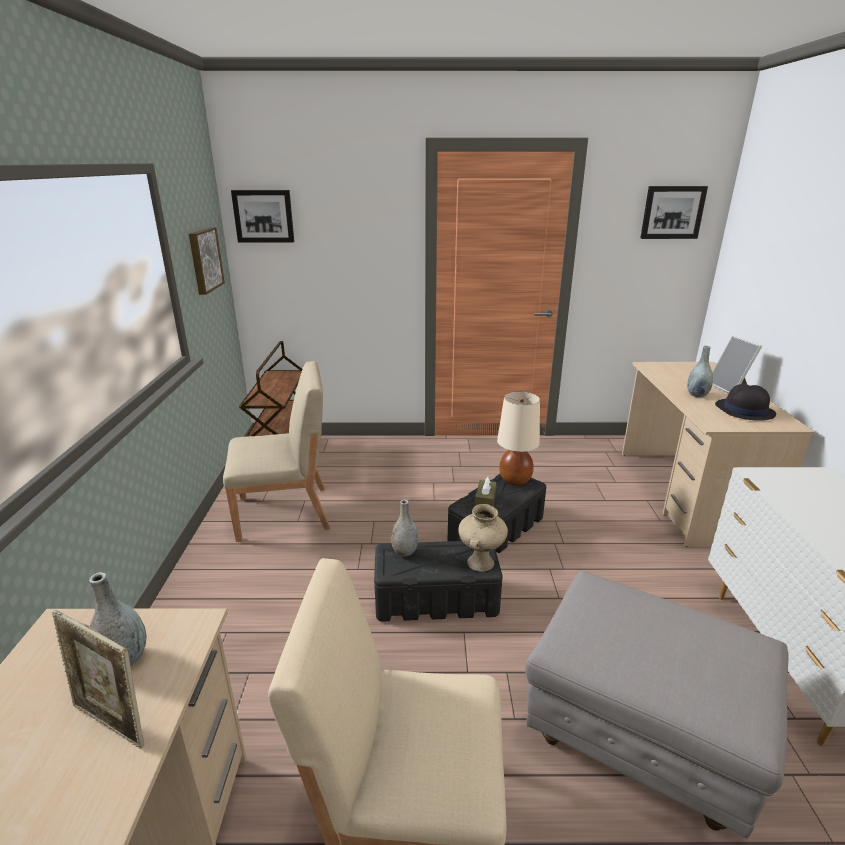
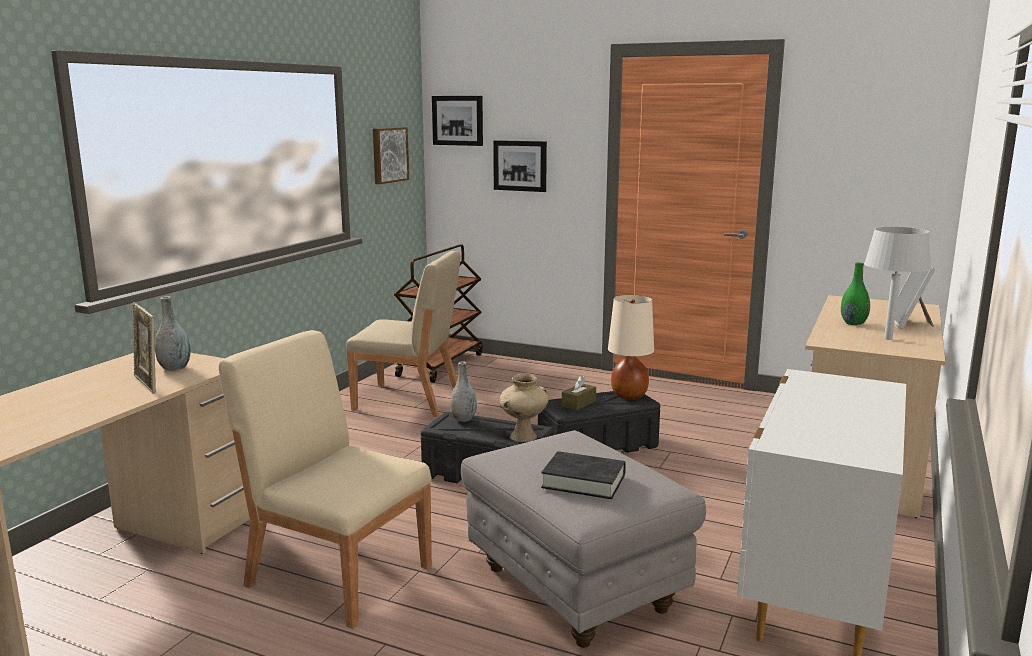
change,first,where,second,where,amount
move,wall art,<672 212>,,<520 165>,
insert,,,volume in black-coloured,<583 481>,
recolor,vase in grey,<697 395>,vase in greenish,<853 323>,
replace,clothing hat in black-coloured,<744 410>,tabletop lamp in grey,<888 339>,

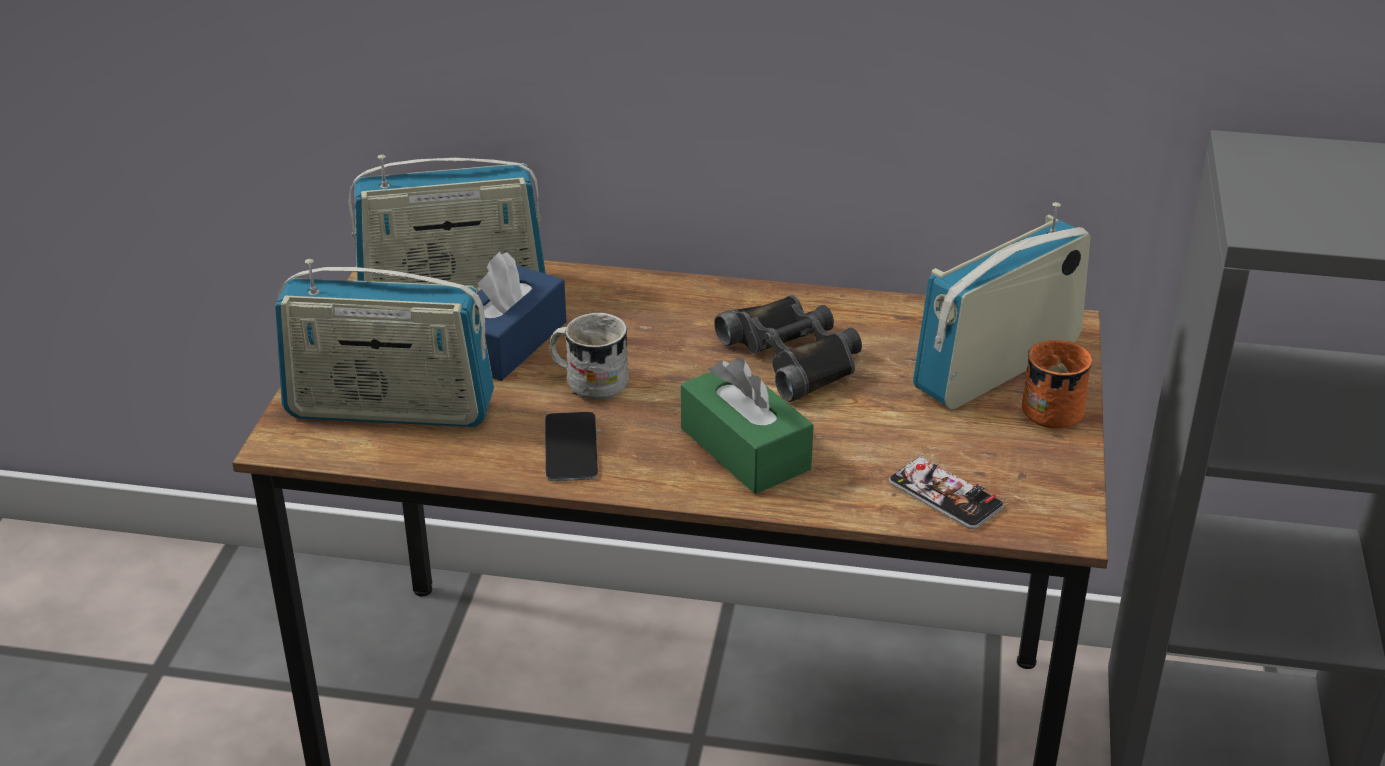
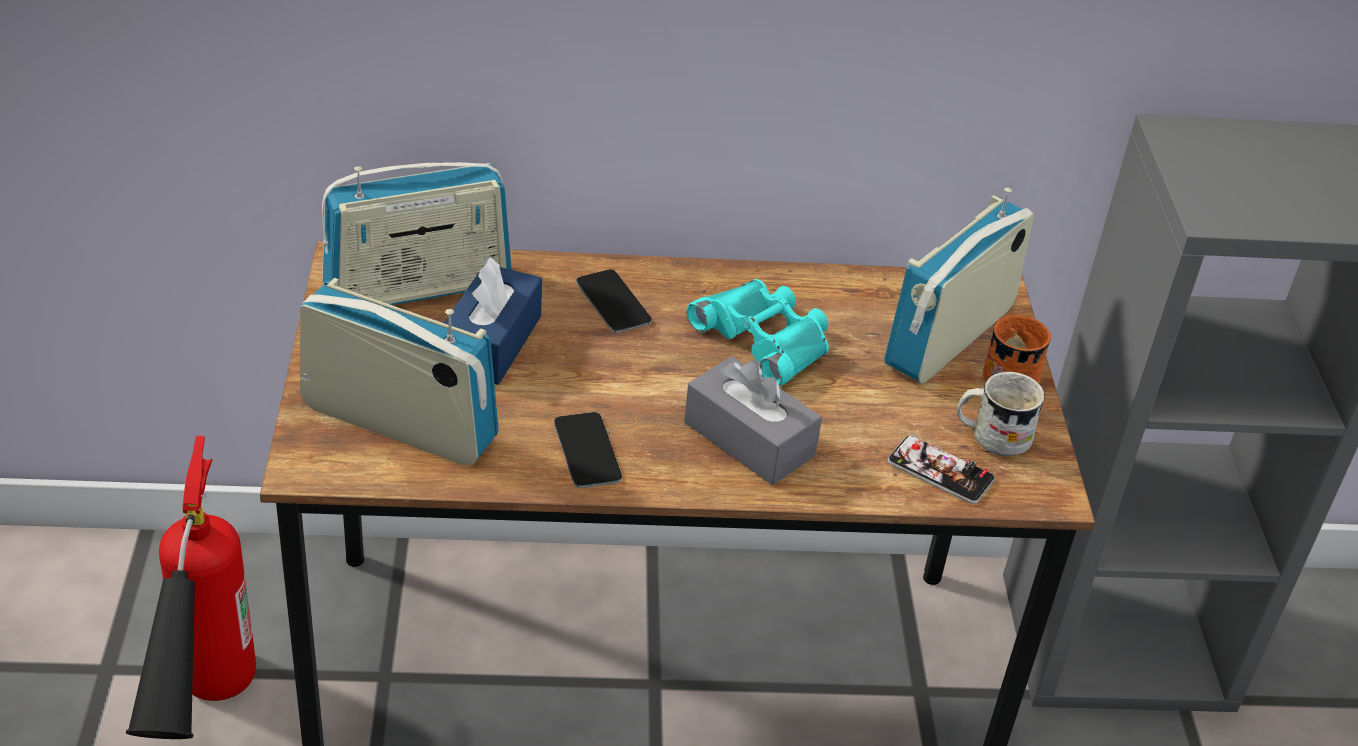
change,first,where,second,where,amount
insert,,,fire extinguisher,<205 729>,
rotate,radio,<390 409>,,<399 423>,150 degrees counterclockwise
insert,,,handset,<613 302>,
recolor,box of tissues in greenish,<745 449>,box of tissues in grey,<749 439>,
recolor,pair of binoculars in black-coloured,<794 356>,pair of binoculars in turquoise-coloured,<765 338>,
move,coffee mug in white,<589 381>,,<991 436>,

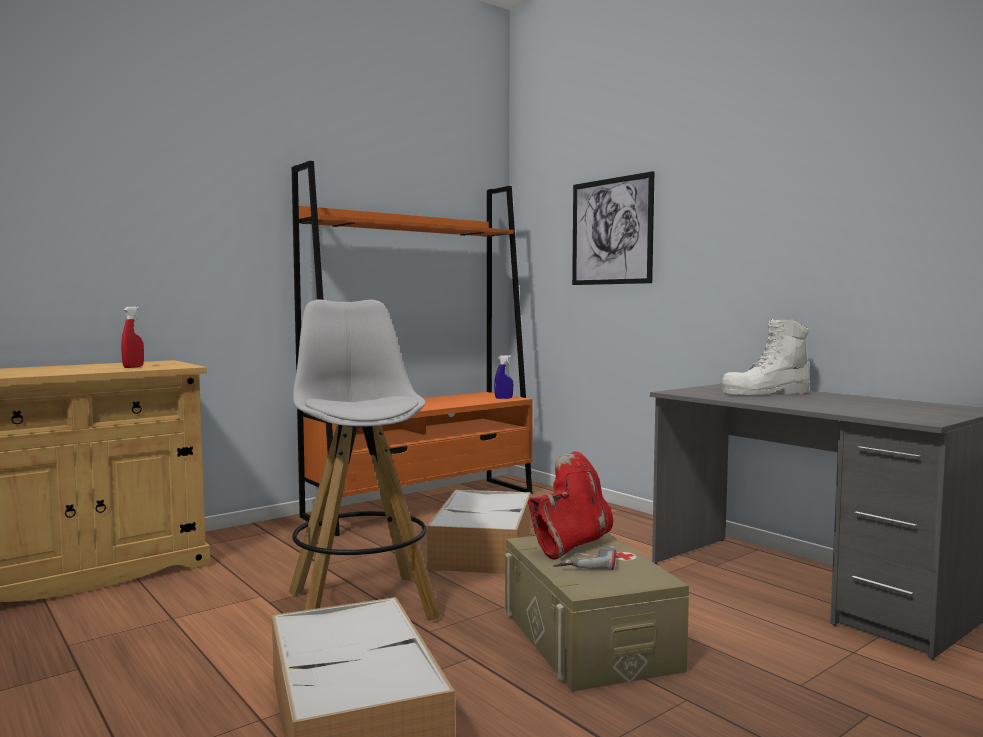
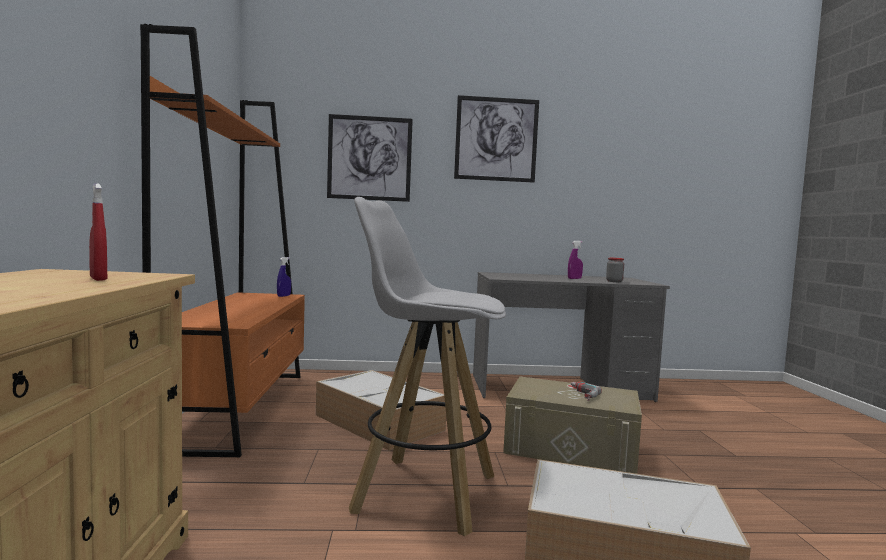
change,first,where,second,where,amount
insert,,,wall art,<496 139>,
insert,,,spray bottle in purple,<574 278>,
insert,,,jar,<614 281>,
delete,high-top boot in red-coloured,<570 544>,,,
delete,high-top boot in white,<766 393>,,,

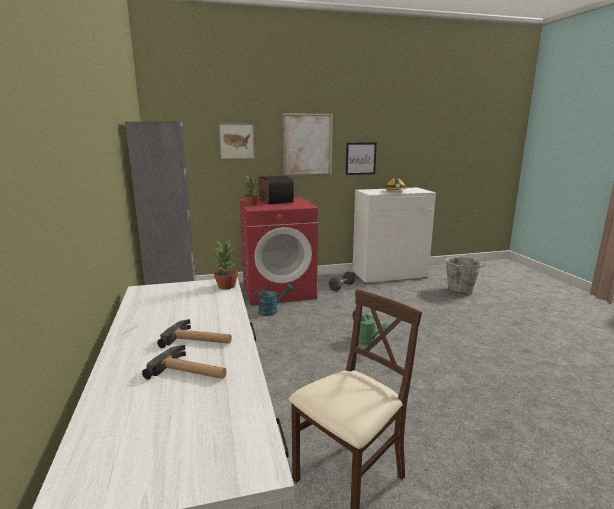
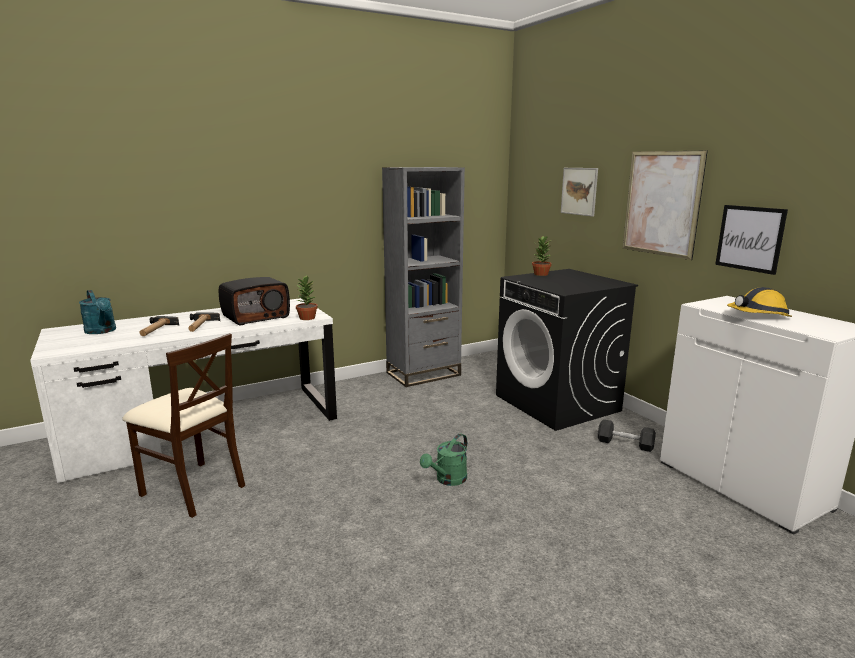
change,first,where,second,where,amount
move,watering can in turquoise-coloured,<271 311>,,<102 331>,
move,radio,<274 201>,,<256 317>,
recolor,laundry machine in red-coloured,<279 290>,laundry machine in black-coloured,<558 403>,
delete,bucket in grey,<460 292>,,,

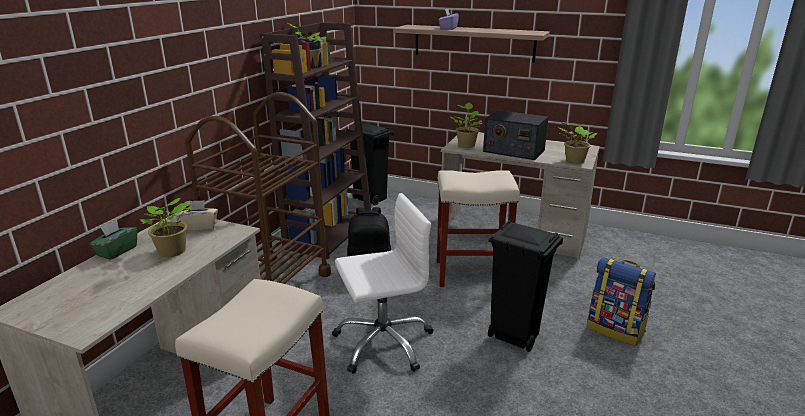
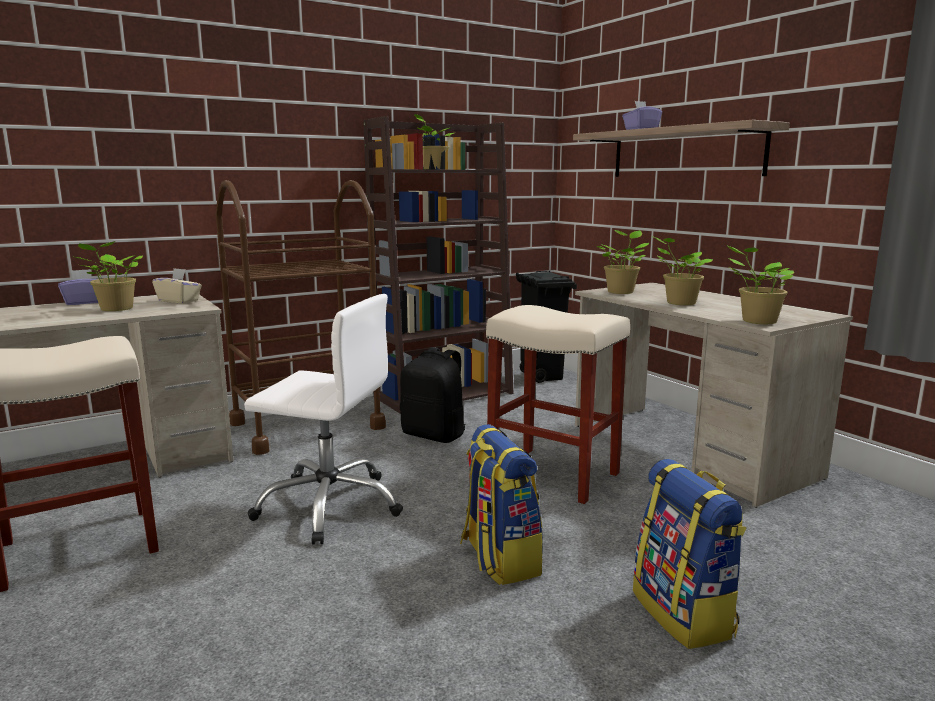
change,first,where,second,where,amount
recolor,box of tissues in greenish,<117 251>,box of tissues in purple,<85 302>,
replace,waste bin in black-coloured,<514 336>,knapsack,<498 559>,
replace,radio,<513 151>,plant in a pot,<678 303>,

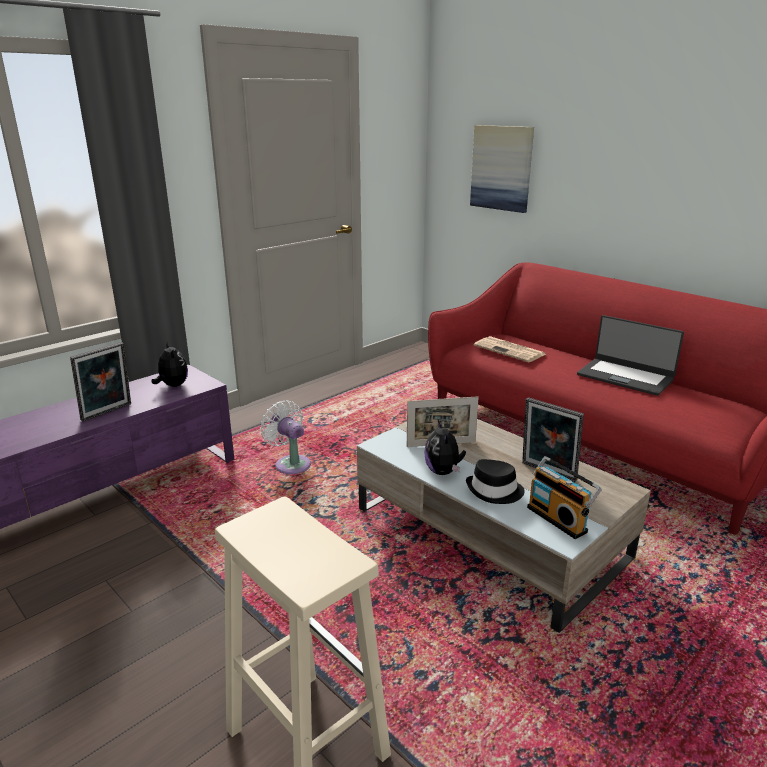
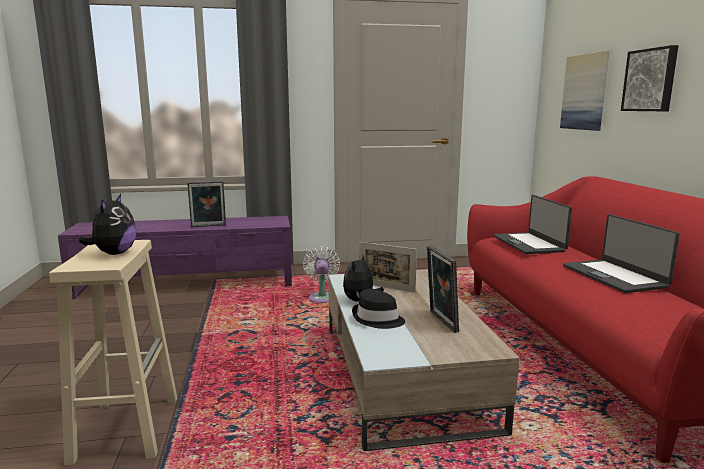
change,first,where,second,where,amount
move,soft toy,<172 385>,,<114 253>,
replace,daily paper,<510 350>,laptop,<529 243>,
insert,,,wall art,<650 80>,
delete,radio,<558 519>,,,

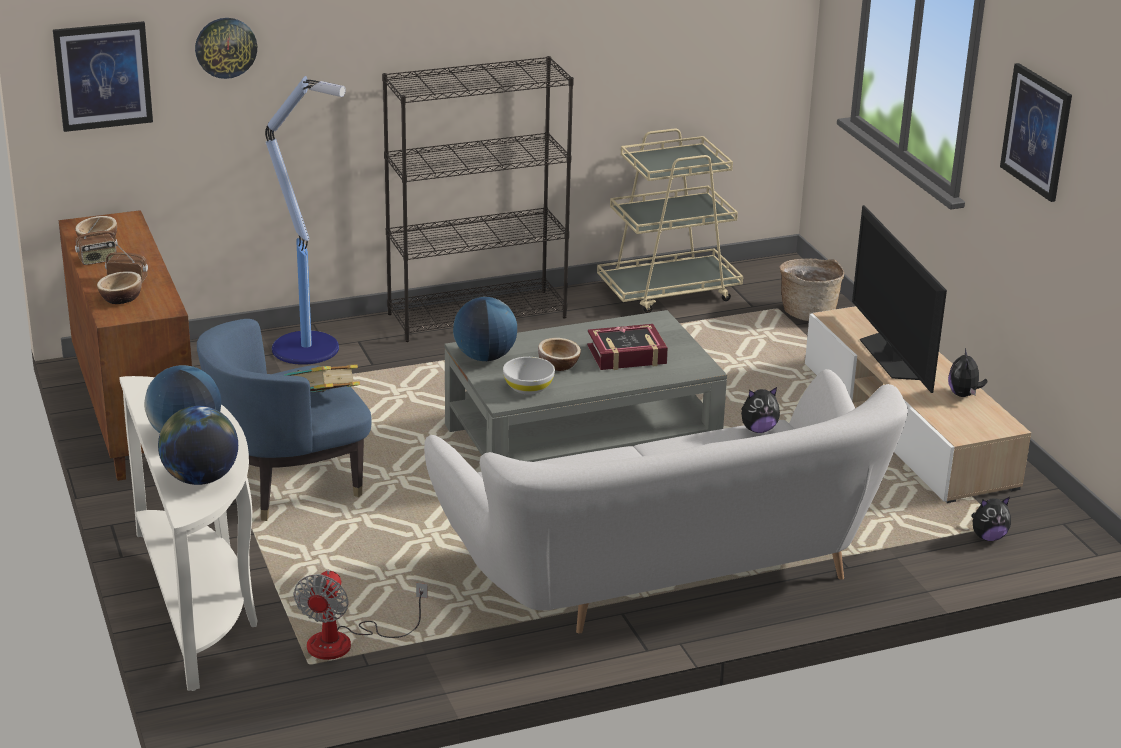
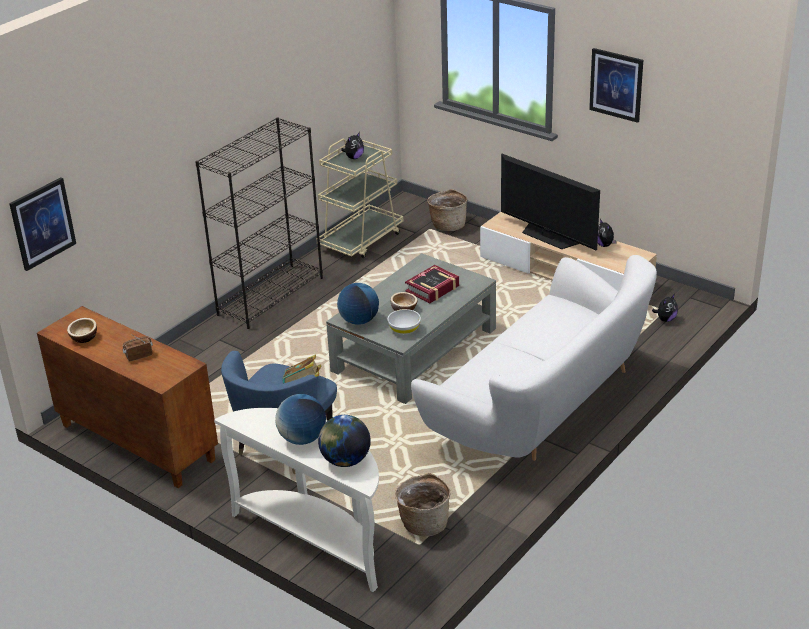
change,first,where,second,where,amount
move,soft toy,<758 429>,,<354 157>,
replace,cooling fan,<345 642>,household basket,<423 523>,
delete,radio,<98 260>,,,
delete,serving bowl,<121 298>,,,
delete,wall clock,<225 47>,,,
delete,floor lamp,<308 349>,,,

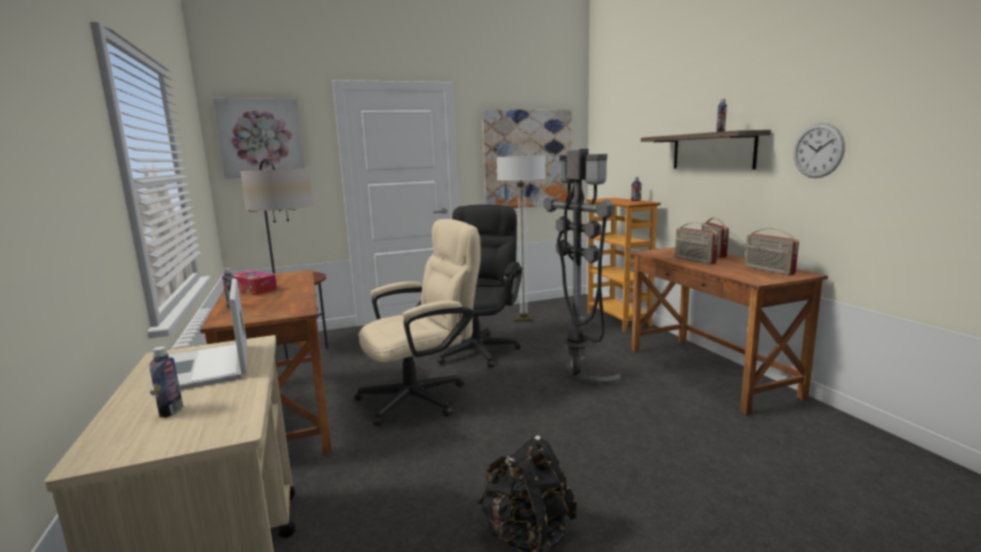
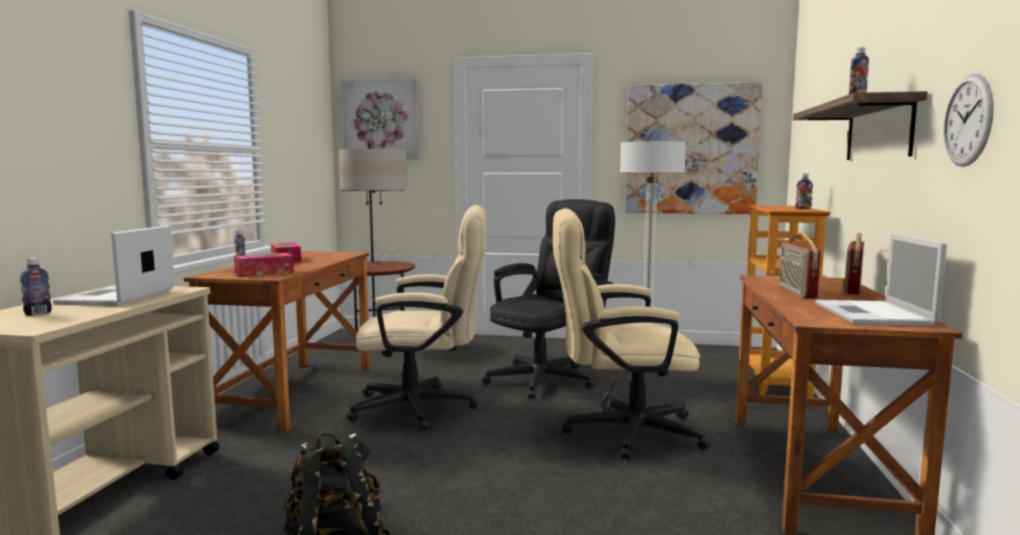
change,first,where,second,where,amount
insert,,,box of tissues,<264 273>,
replace,floor lamp in grey,<580 376>,desk chair in beige-coloured,<620 432>,
replace,radio,<768 270>,laptop,<874 315>,

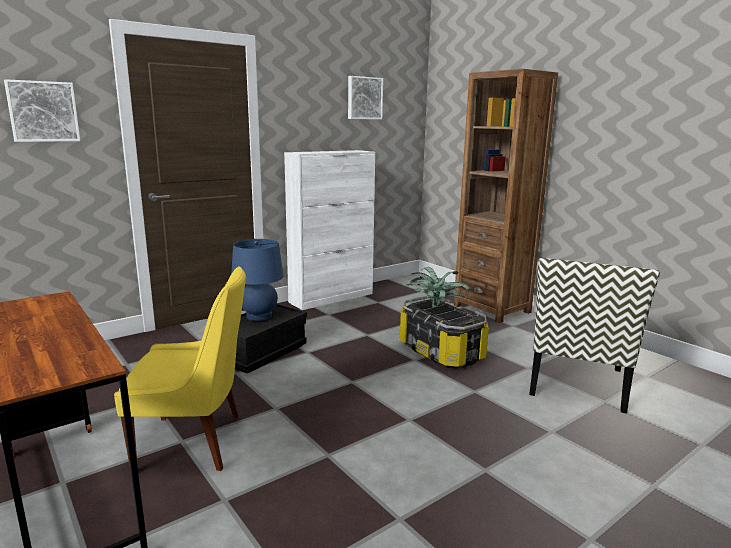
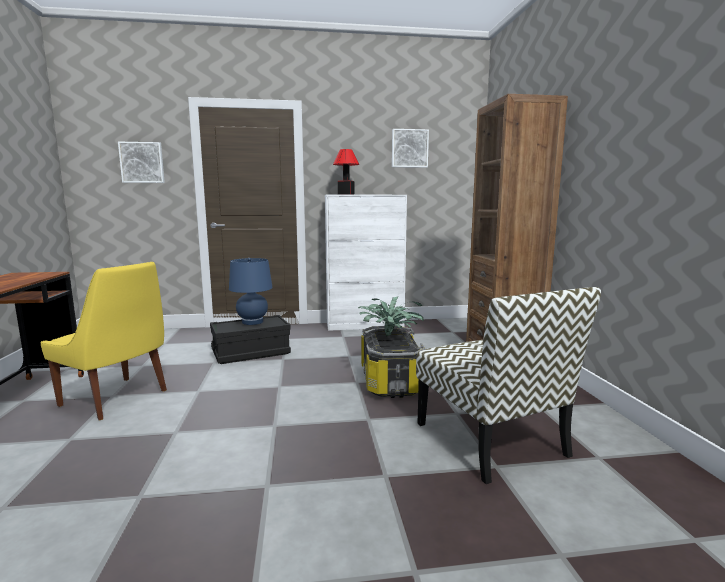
change,first,where,second,where,amount
insert,,,tabletop lamp,<346 194>,
rotate,upright chair,<577 383>,,<492 440>,75 degrees counterclockwise

